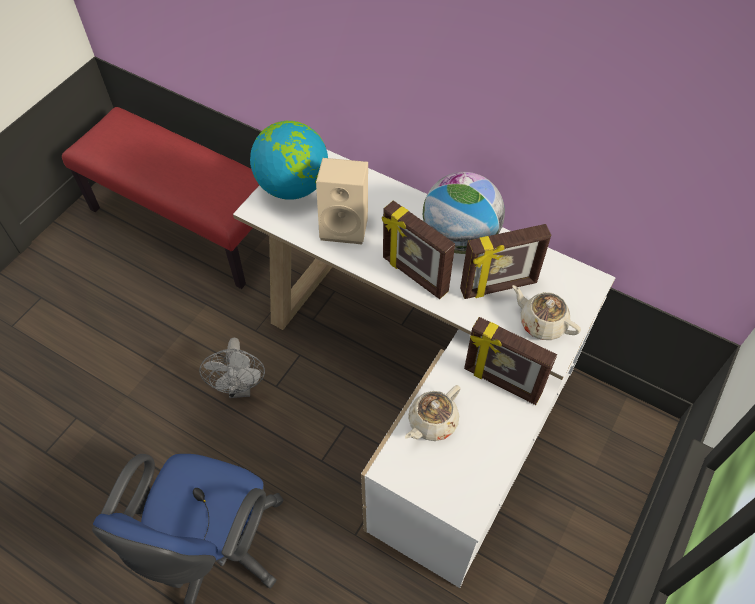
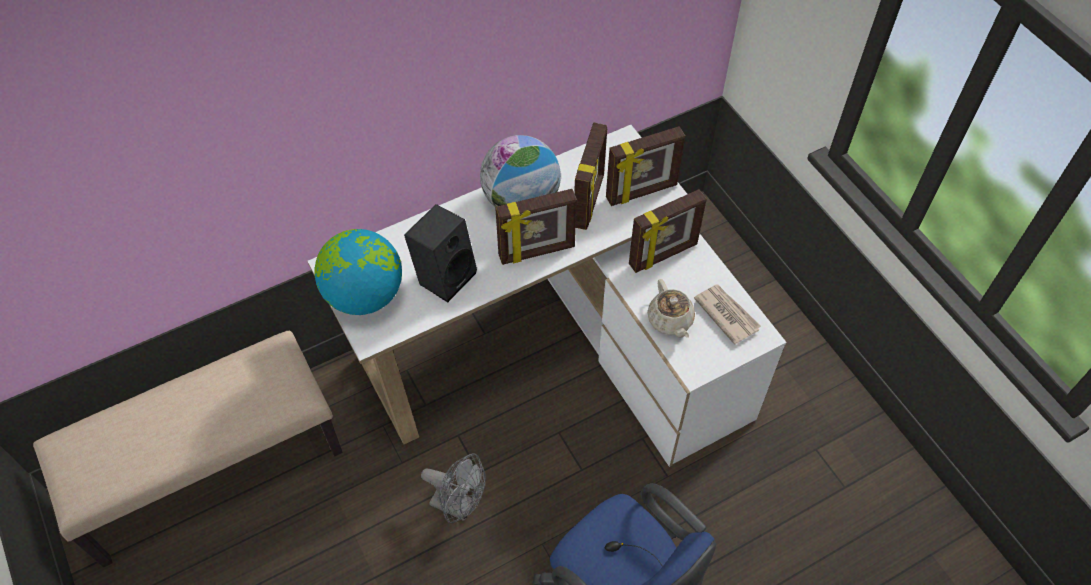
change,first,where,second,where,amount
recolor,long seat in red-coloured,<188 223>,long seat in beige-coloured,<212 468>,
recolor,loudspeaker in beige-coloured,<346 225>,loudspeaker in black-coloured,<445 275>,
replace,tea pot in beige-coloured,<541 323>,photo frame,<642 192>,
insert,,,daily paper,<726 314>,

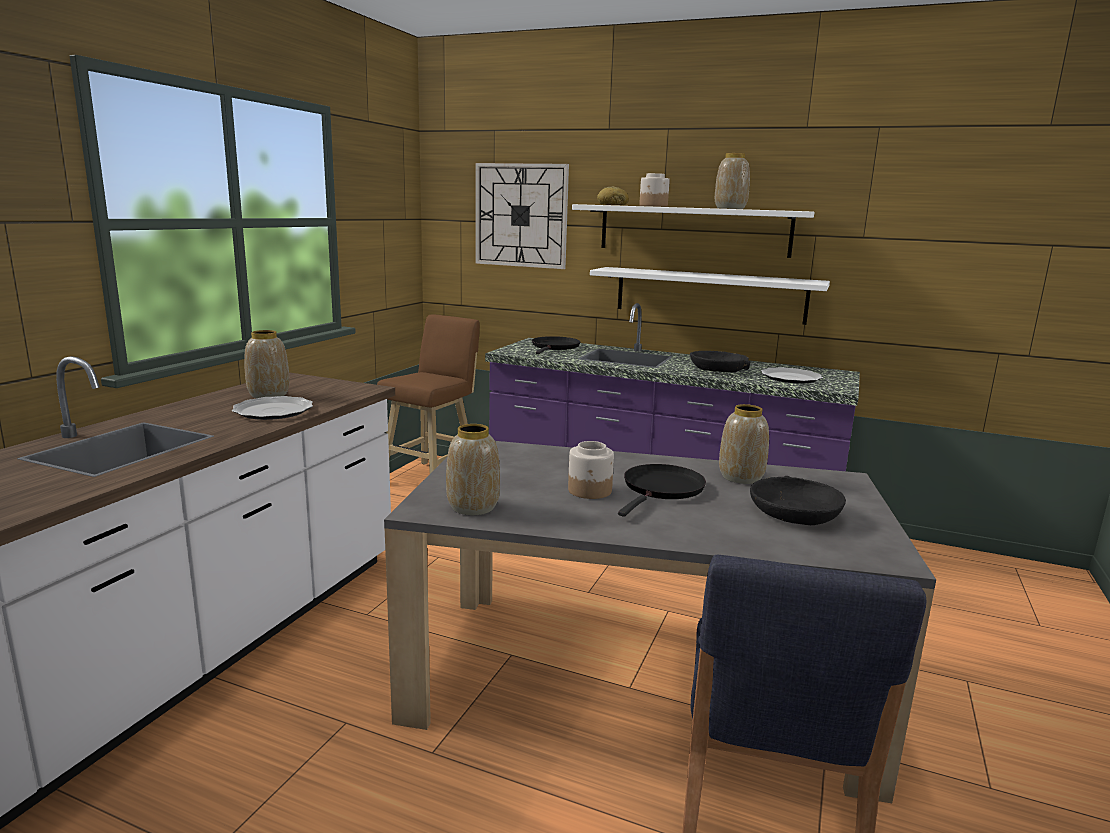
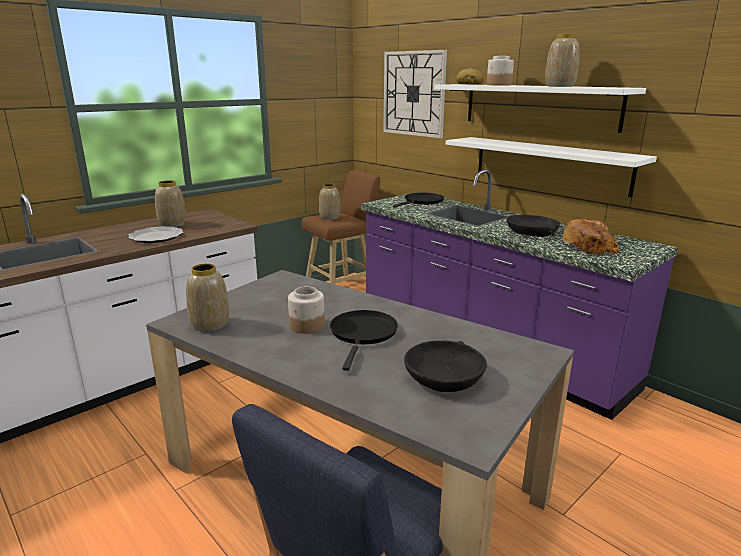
change,first,where,second,where,amount
move,vase,<740 477>,,<329 217>,
rotate,frying pan in black-coloured,<661 489>,,<363 334>,45 degrees counterclockwise
replace,dinner plate,<790 378>,baked bread,<590 247>,

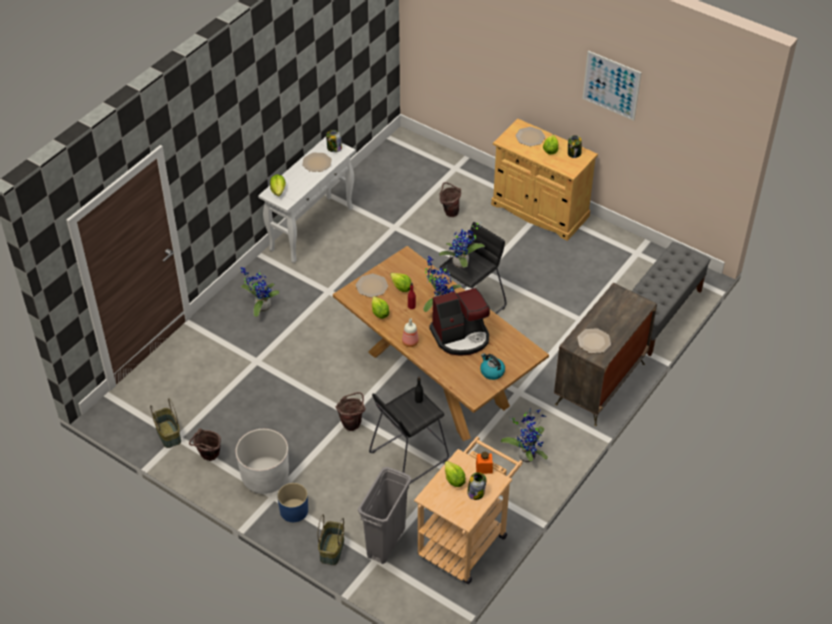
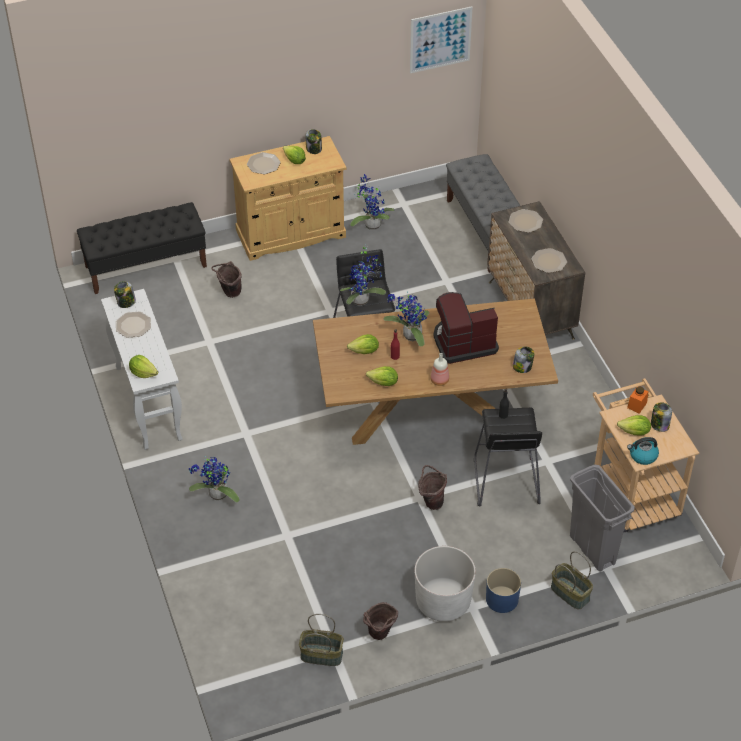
change,first,where,second,where,amount
insert,,,long seat in black-coloured,<146 266>,
move,plant in a pot,<527 454>,,<371 224>,
move,wall art,<611 85>,,<440 39>,
rotate,coffee brewer,<461 336>,,<463 342>,120 degrees counterclockwise
move,dinner plate,<371 286>,,<525 222>,
insert,,,jar,<522 367>,
move,water kettle,<491 372>,,<642 456>,

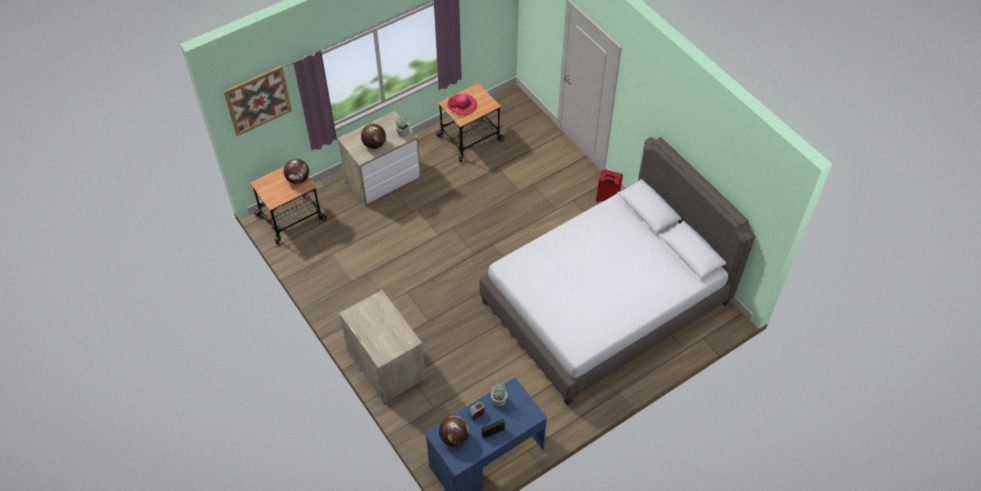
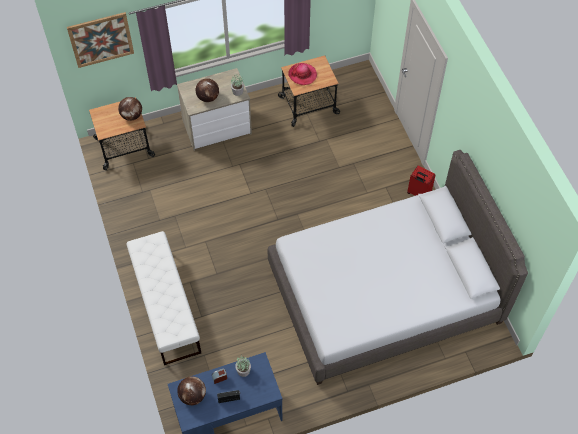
change,first,where,second,where,amount
replace,chest of drawers,<385 364>,long seat in white,<165 305>,

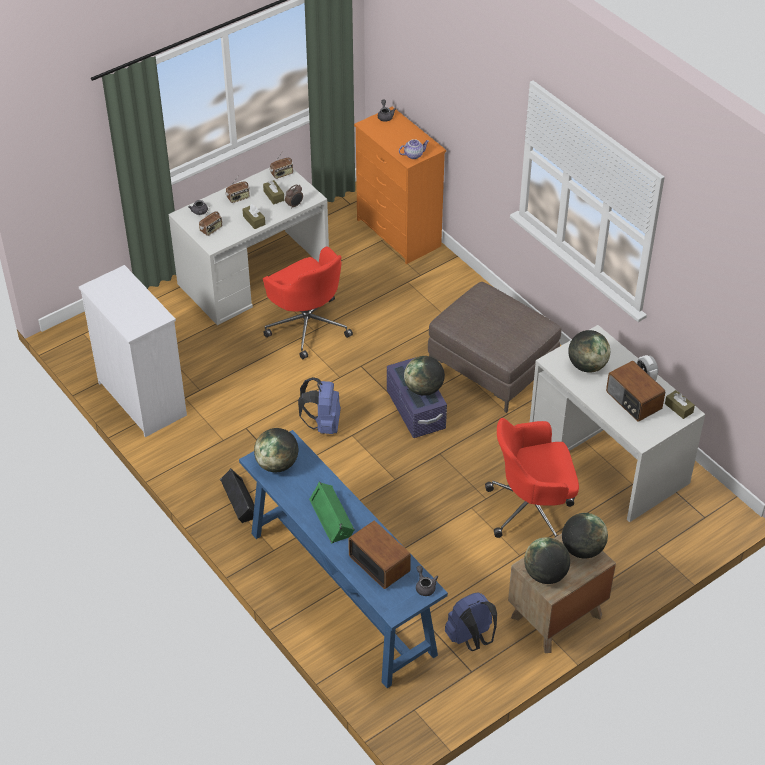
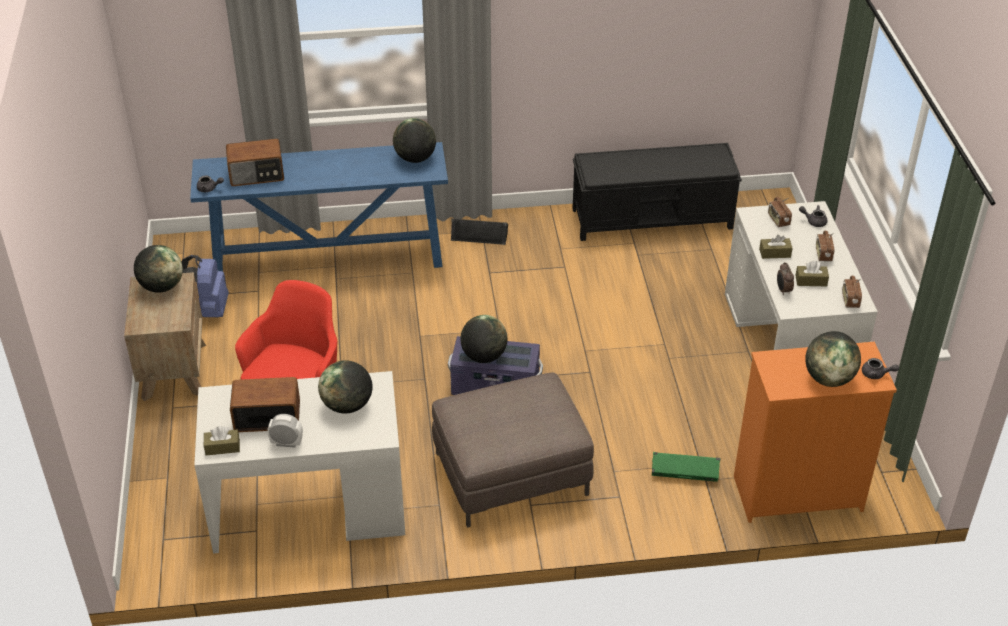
change,first,where,second,where,amount
replace,chest of drawers in white,<142 398>,long seat in black-coloured,<653 218>,
move,loudspeaker in greenish,<332 517>,,<684 473>,
move,globe,<582 549>,,<828 378>,
delete,desk chair in red-coloured,<307 325>,,,
delete,knapsack in blue-coloured,<323 424>,,,
delete,tea pot,<413 155>,,,

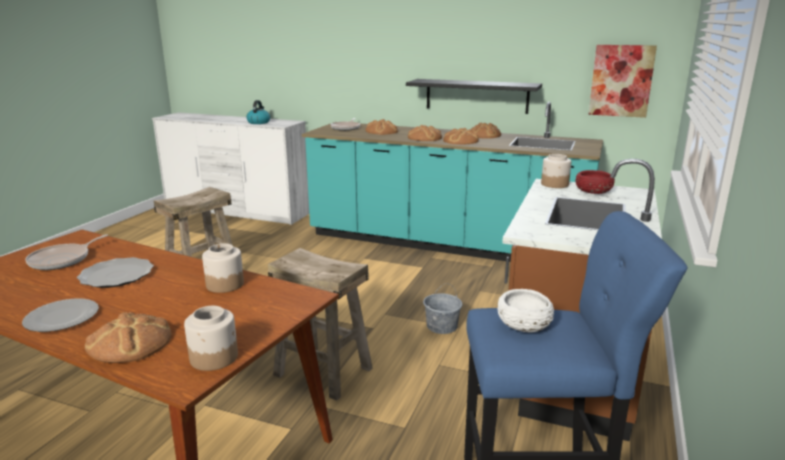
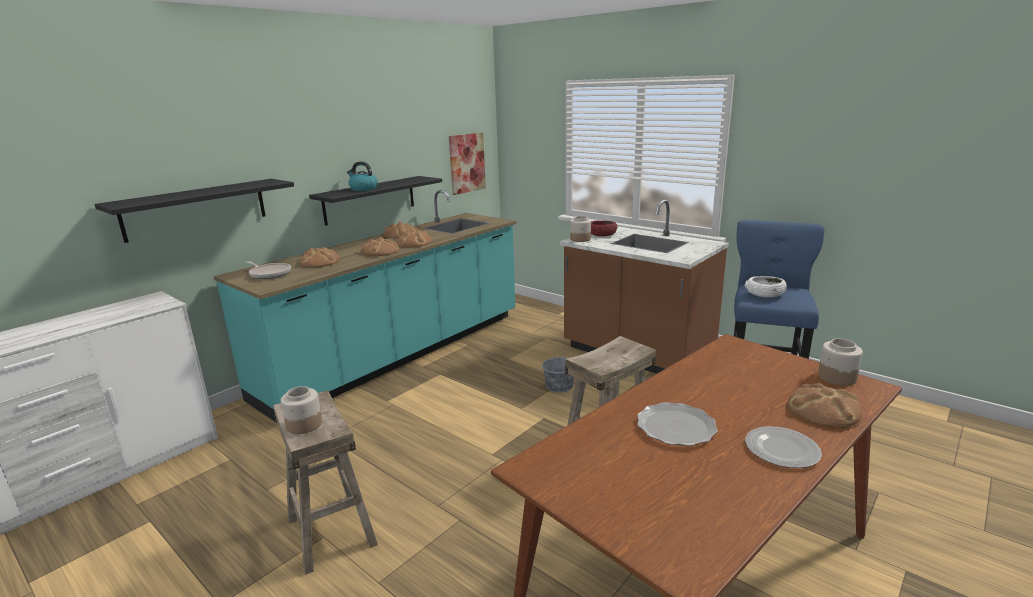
change,first,where,second,where,amount
insert,,,shelf in black-coloured,<196 209>,
move,jar,<225 284>,,<303 424>,
move,water kettle,<258 122>,,<363 189>,
delete,frying pan,<62 260>,,,

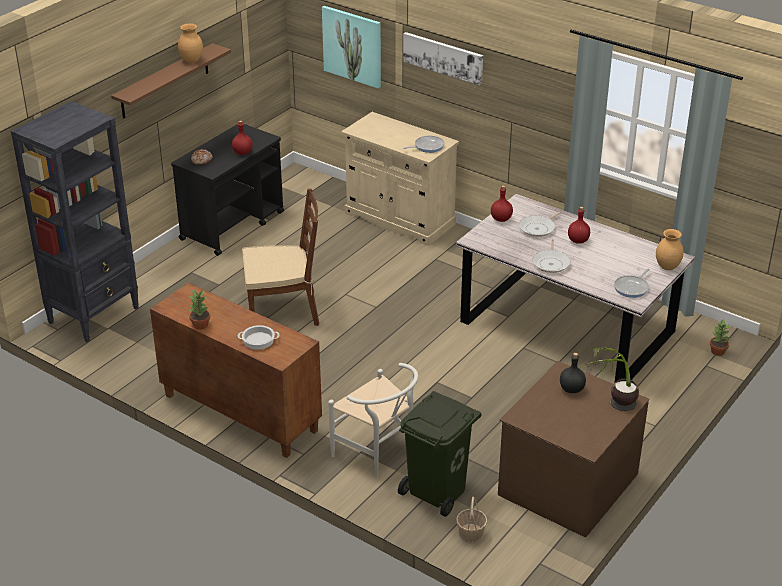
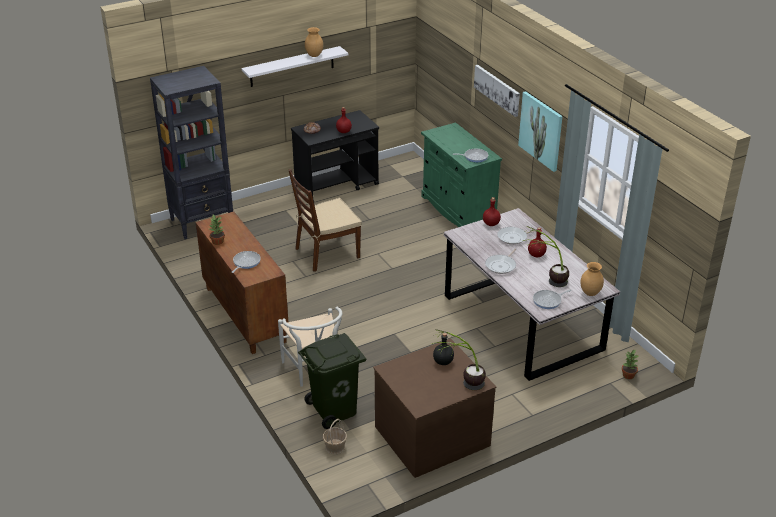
change,first,where,second,where,amount
replace,saucepot,<258 340>,frying pan,<245 262>,
recolor,shelf in brown,<165 81>,shelf in white,<292 66>,
rotate,upright chair in brown,<284 310>,,<326 253>,135 degrees clockwise
recolor,cupboard in beige-coloured,<399 219>,cupboard in greenish,<458 210>,
move,wall art,<352 46>,,<541 130>,
insert,,,plant in a pot,<546 281>,

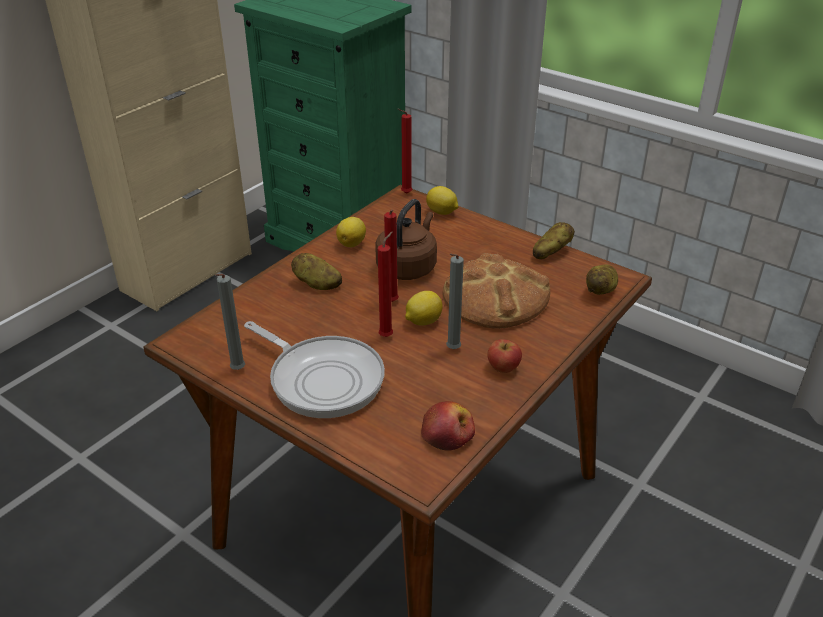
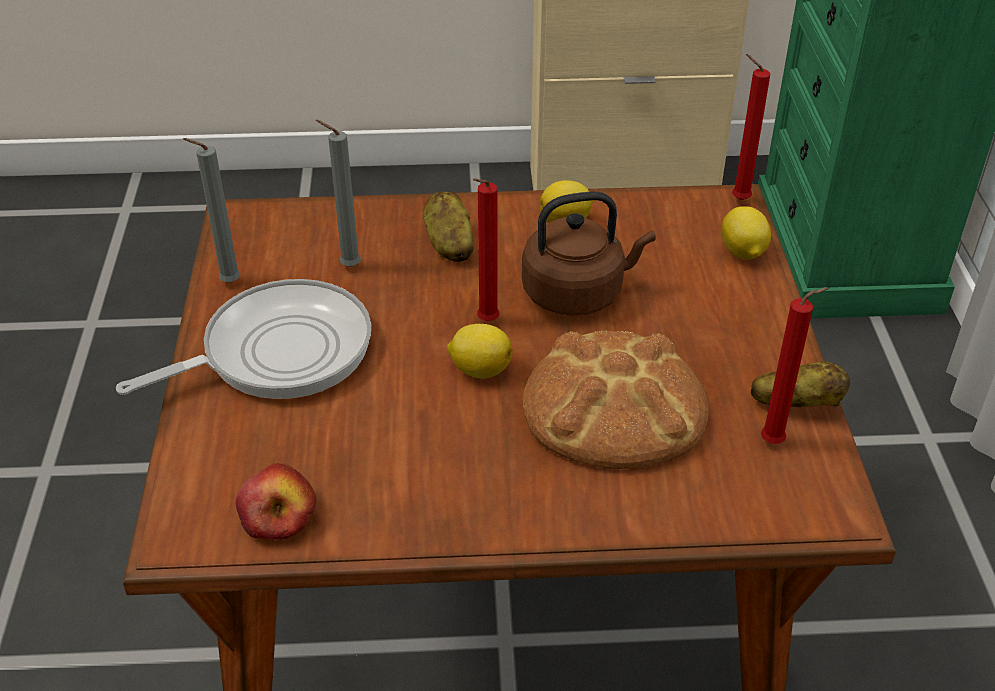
change,first,where,second,where,amount
rotate,frying pan,<322 379>,,<278 352>,120 degrees counterclockwise
move,wax light in grey,<451 350>,,<347 266>,
move,wax light in red-coloured,<387 335>,,<776 442>,
delete,apple fruit,<503 368>,,,
delete,whole potato,<601 290>,,,

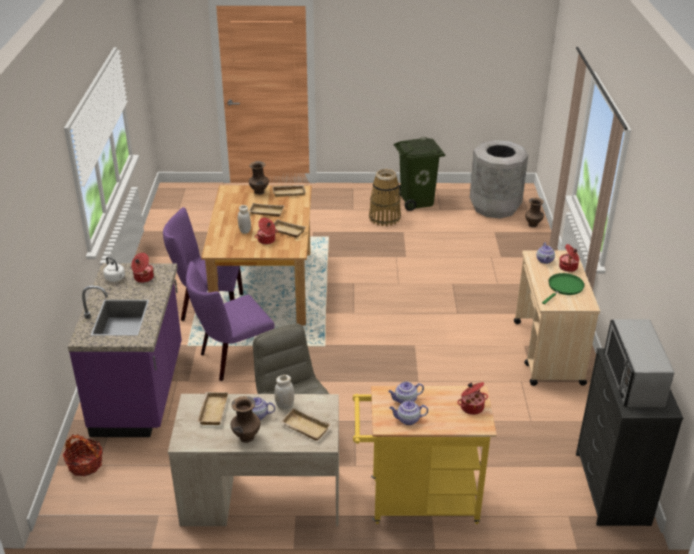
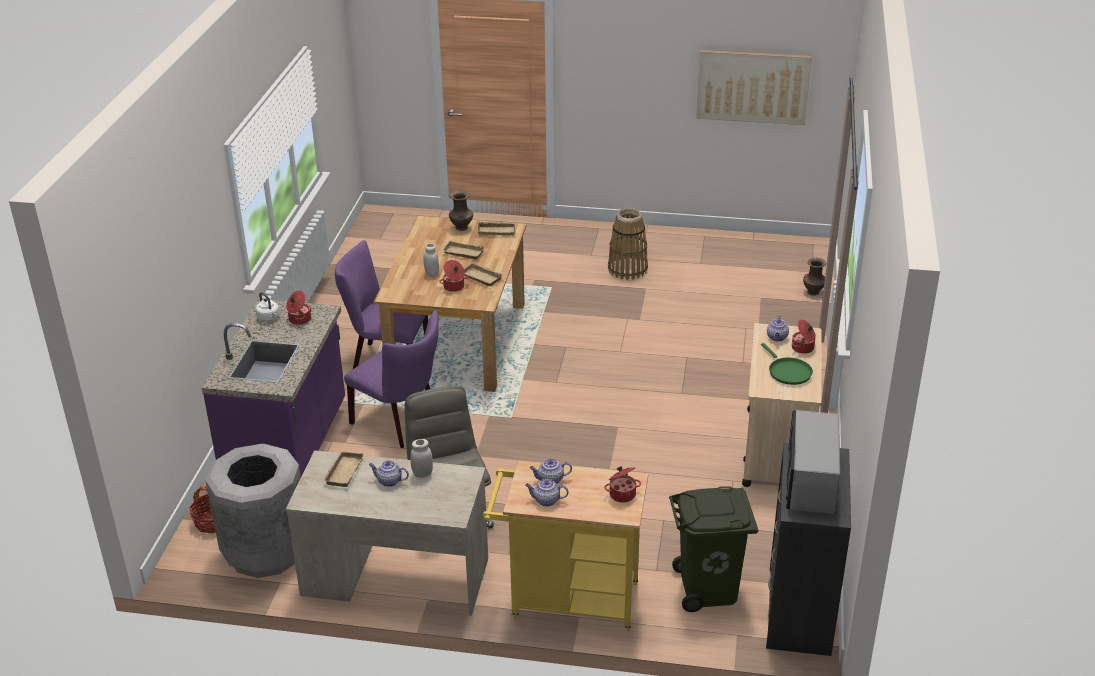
change,first,where,second,where,amount
move,waste bin in grey,<495 207>,,<266 552>,
rotate,upright chair in purple,<233 359>,,<401 423>,120 degrees counterclockwise
move,waste bin in greenish,<417 201>,,<709 590>,
insert,,,wall art,<753 87>,
rotate,frying pan in greenish,<564 288>,,<788 372>,105 degrees clockwise
delete,vase in brown,<246 438>,,,
delete,tray in beige-coloured,<304 428>,,,

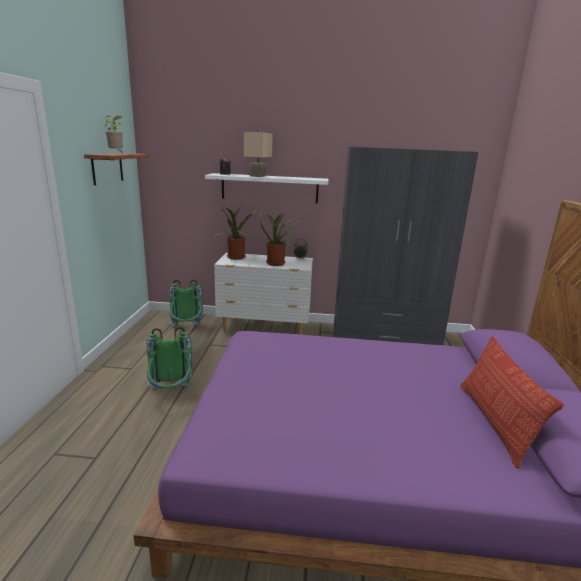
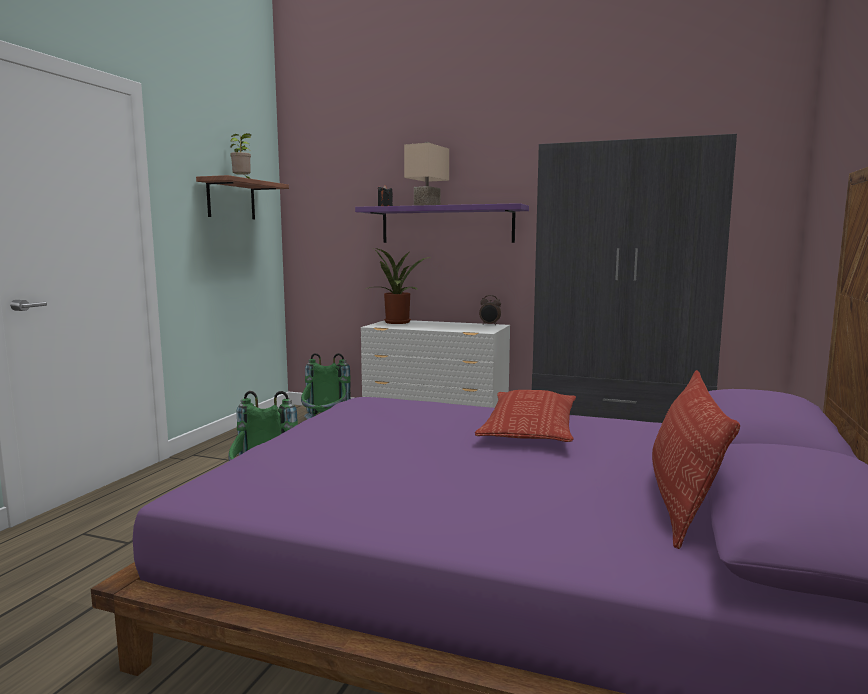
change,first,where,second,where,amount
recolor,shelf in white,<269 188>,shelf in purple,<447 225>,
insert,,,throw pillow,<530 427>,
delete,plant in a pot,<277 263>,,,

